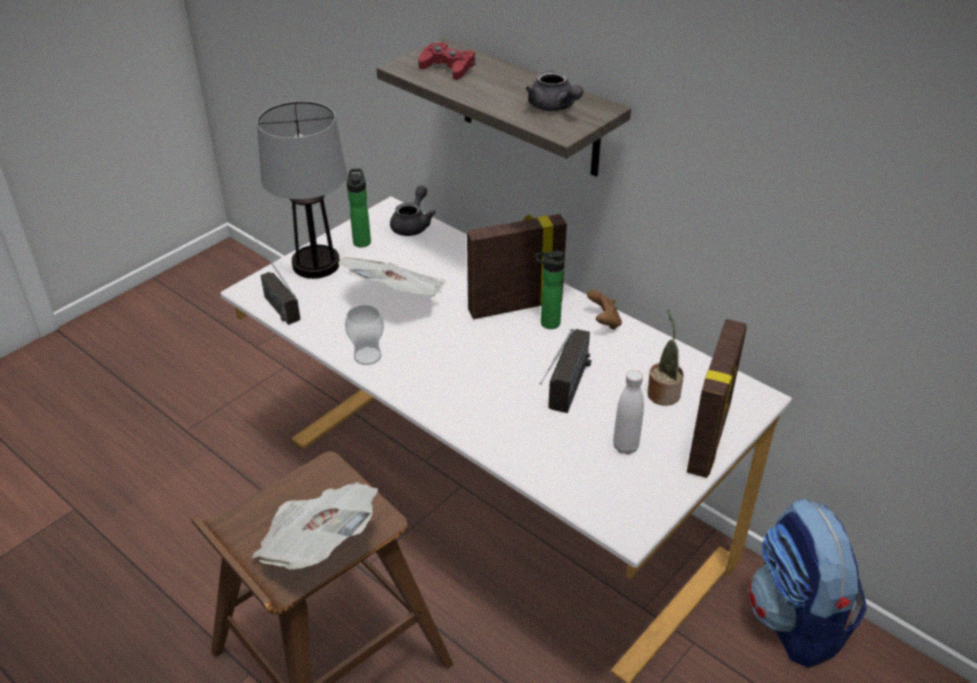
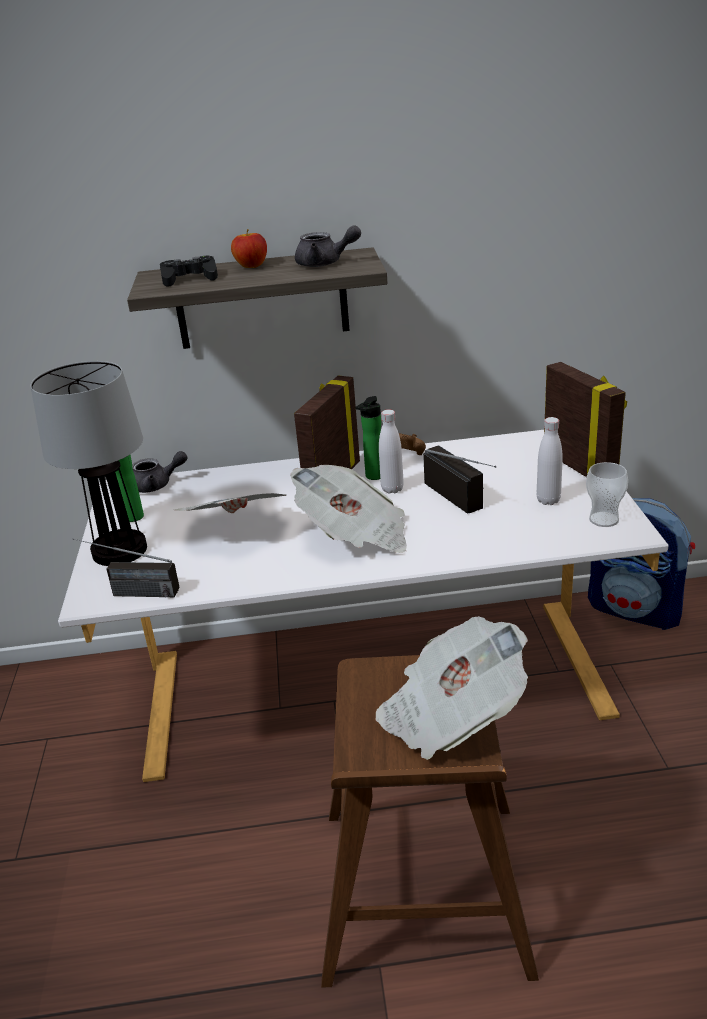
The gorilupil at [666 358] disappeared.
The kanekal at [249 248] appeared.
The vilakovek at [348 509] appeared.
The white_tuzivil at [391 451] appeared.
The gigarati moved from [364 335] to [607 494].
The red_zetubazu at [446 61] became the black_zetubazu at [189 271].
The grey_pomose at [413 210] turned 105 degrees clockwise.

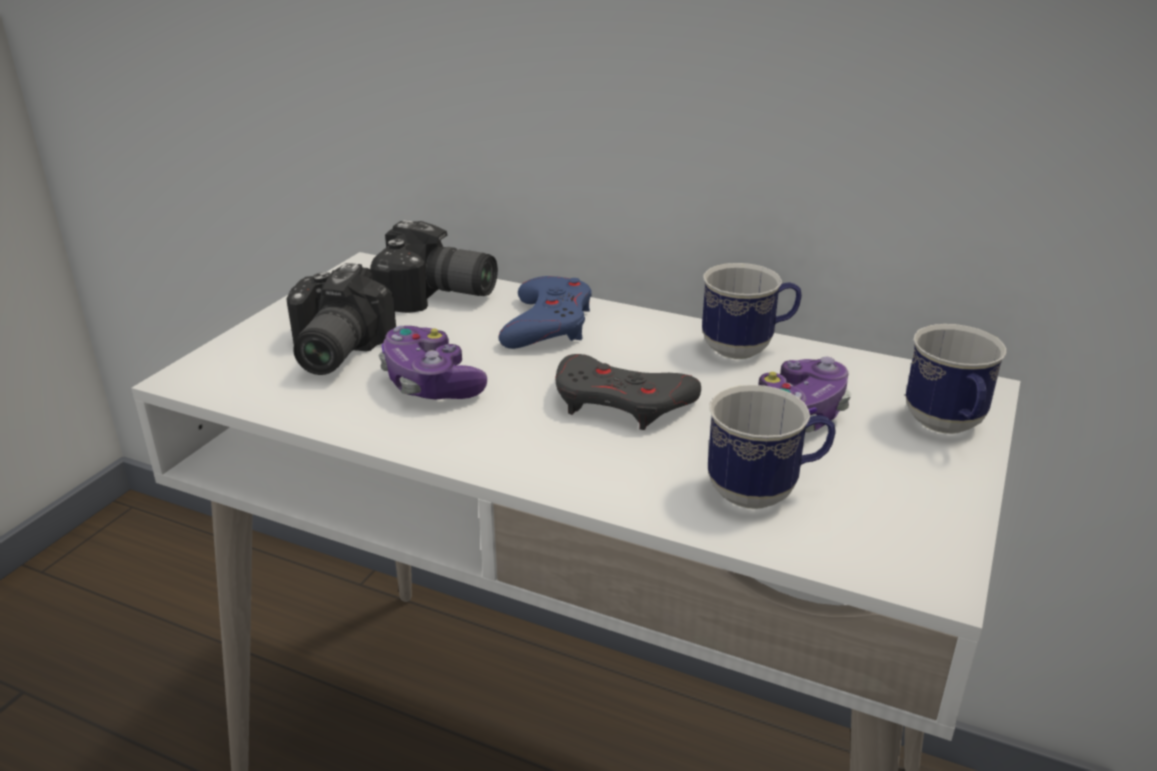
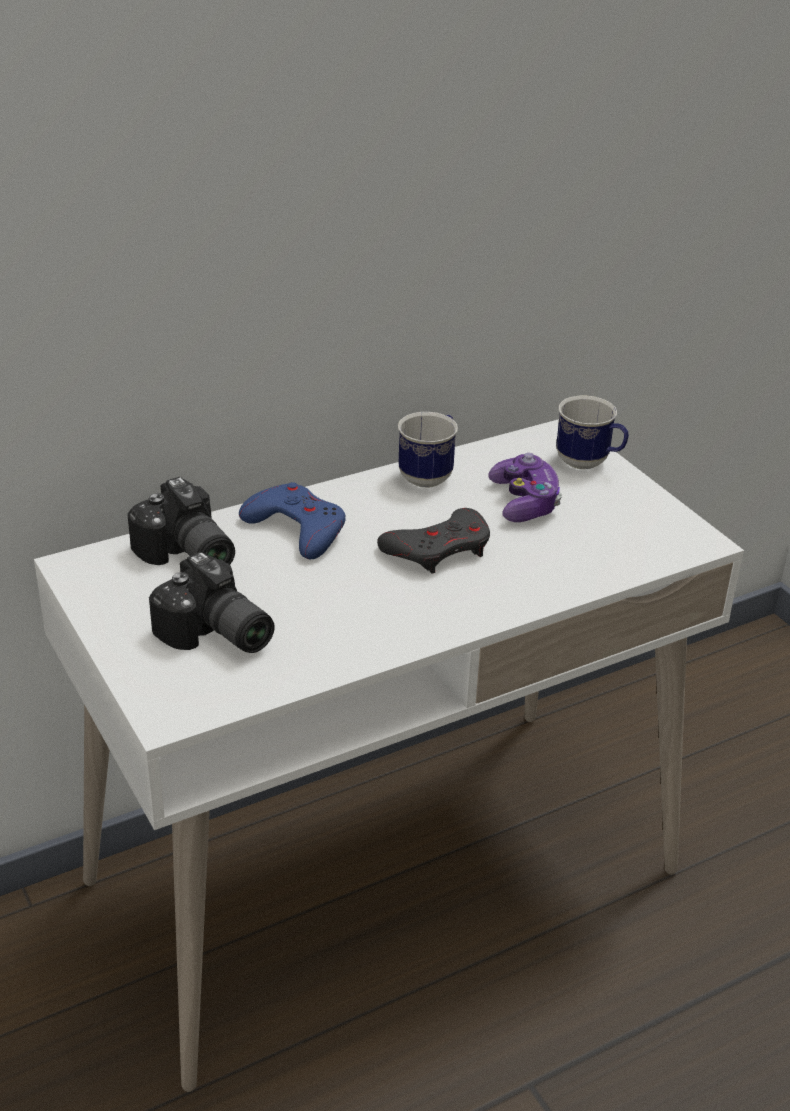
The zetubazu at [433 363] disappeared.
The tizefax at [772 447] disappeared.
The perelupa at [434 266] turned 90 degrees clockwise.

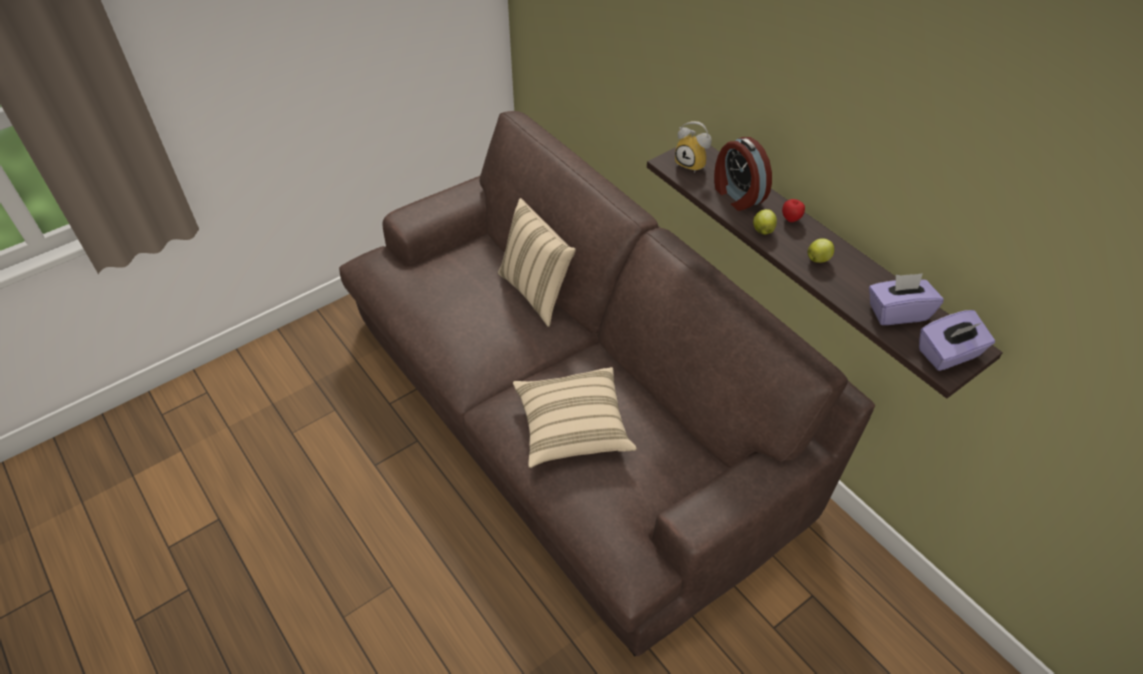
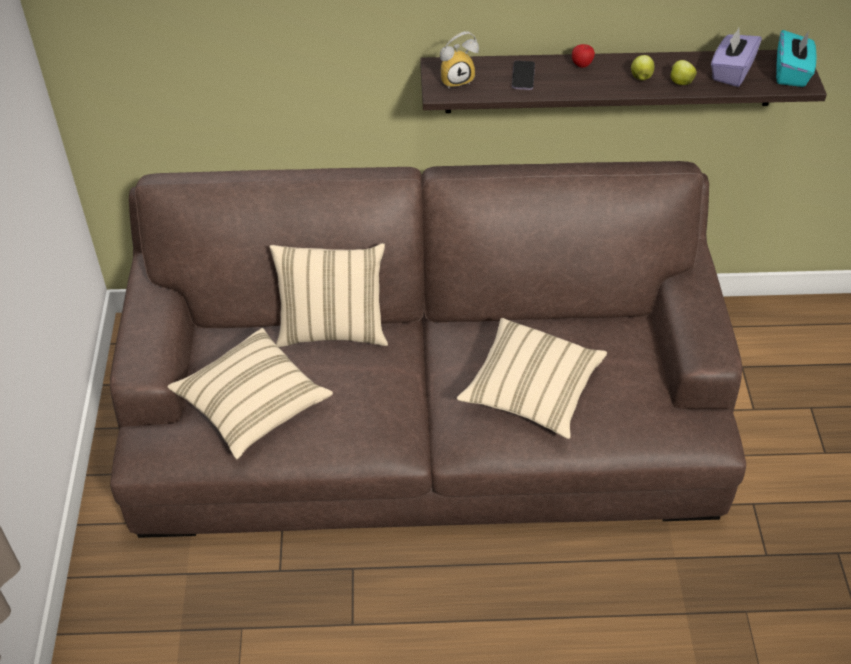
The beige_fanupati at [250 394] appeared.
The kanekal moved from [765 222] to [684 72].
The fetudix at [743 174] was replaced by the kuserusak at [523 75].
The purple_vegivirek at [957 340] became the turquoise_vegivirek at [796 58].

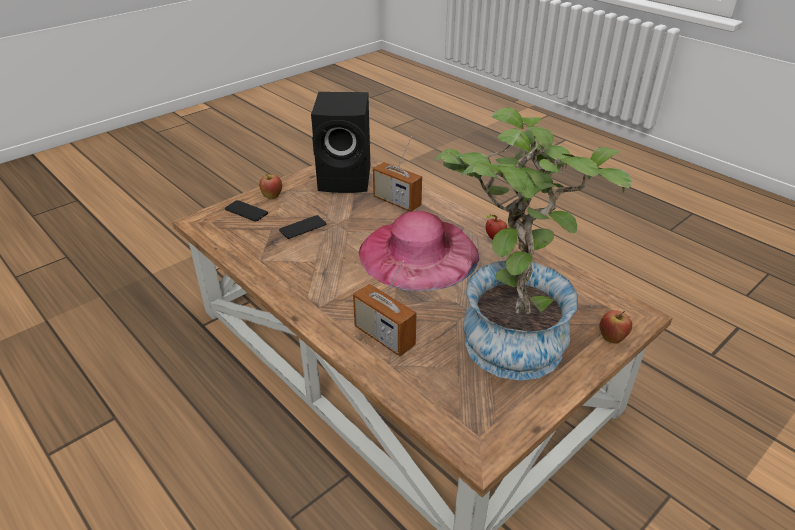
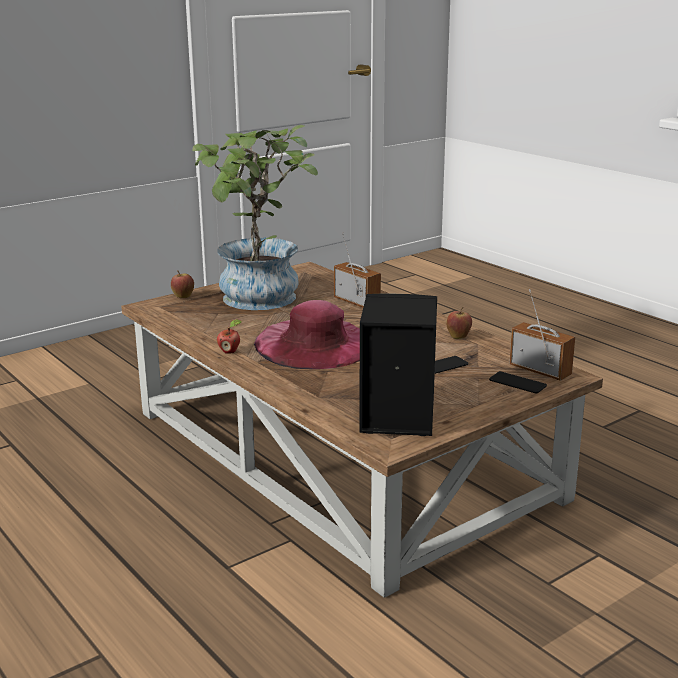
The kanekal moved from [270 186] to [459 323].
The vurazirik moved from [397 174] to [542 335].

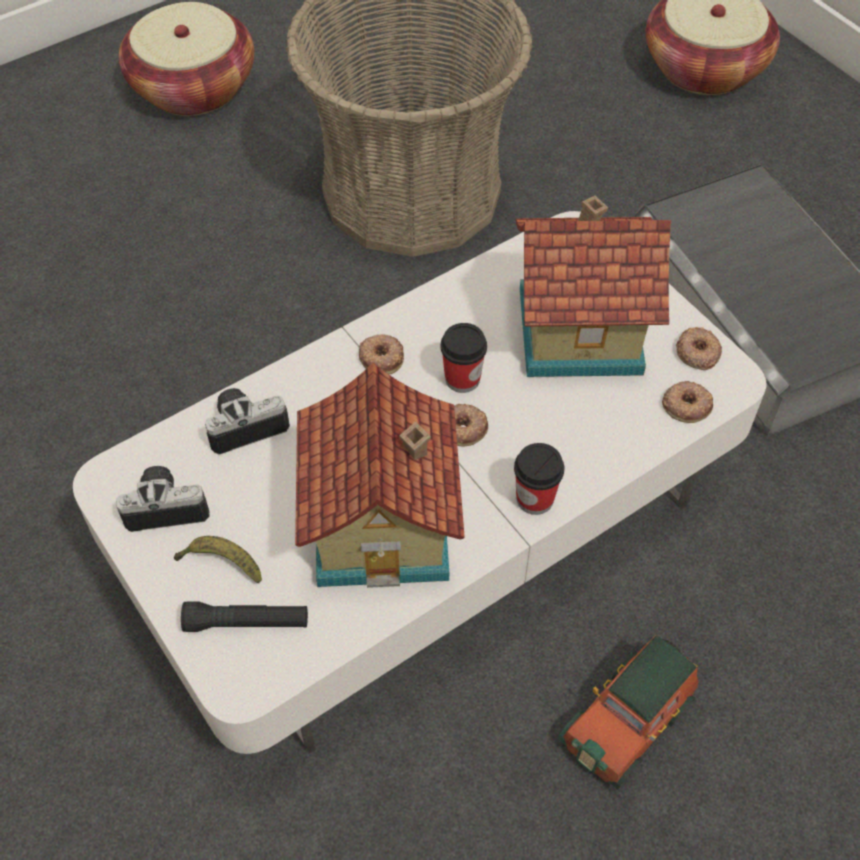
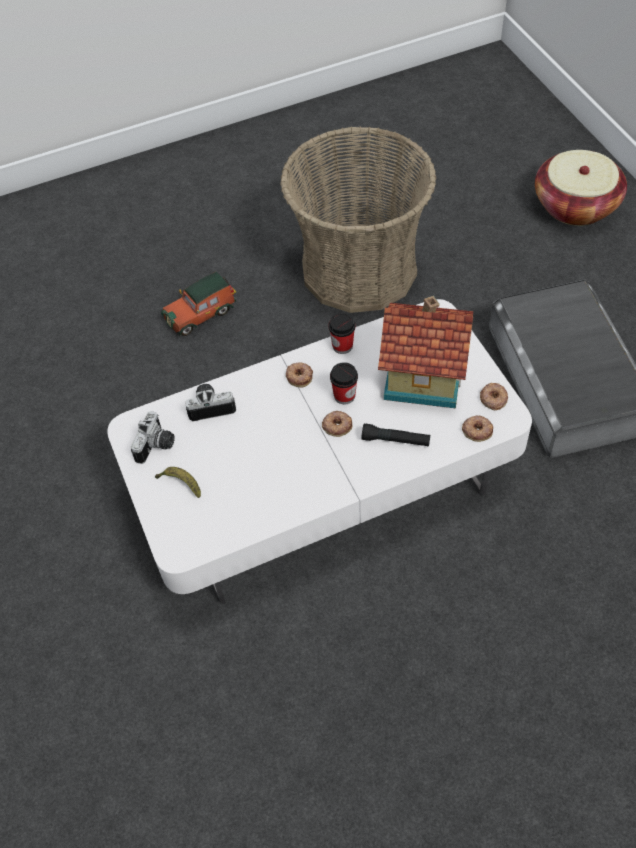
The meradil at [187 59] disappeared.
The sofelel at [380 475] disappeared.
The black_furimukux moved from [244 617] to [396 435].
The gigarati moved from [539 479] to [341 333].
The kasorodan moved from [628 712] to [198 304].
The perelupa at [163 499] turned 105 degrees clockwise.

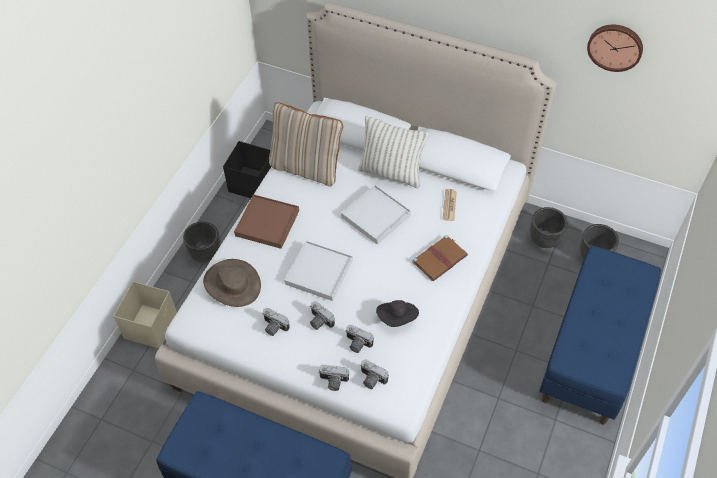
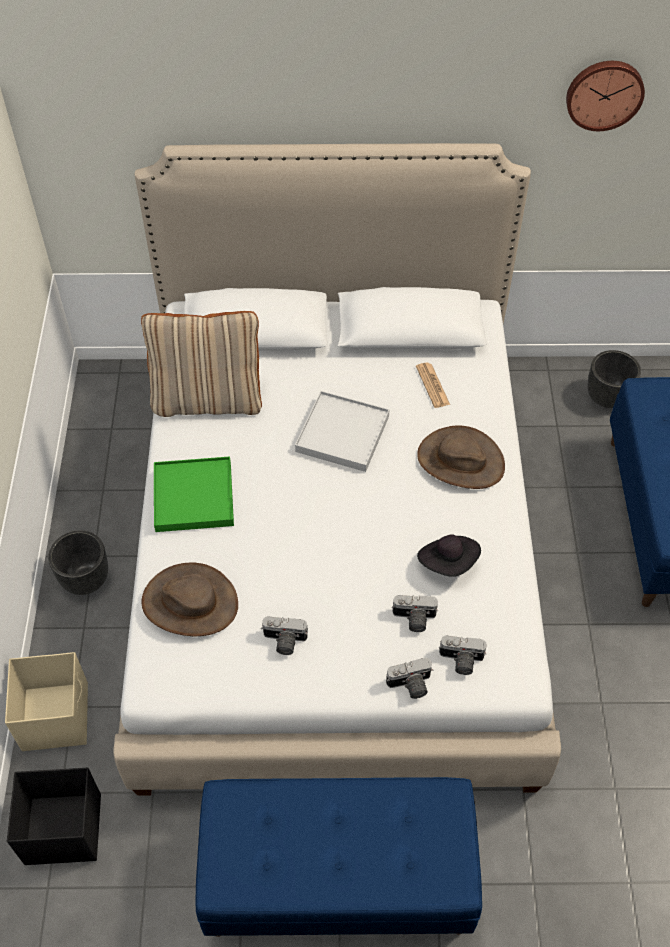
The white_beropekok at [318 271] disappeared.
The perelupa at [322 315] disappeared.
The fanupati at [393 152] disappeared.
The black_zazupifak at [548 227] disappeared.
The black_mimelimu moved from [247 169] to [54 816].
The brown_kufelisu at [440 258] was replaced by the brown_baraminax at [461 457].
The brown_beropekok at [266 221] became the green_beropekok at [194 494].

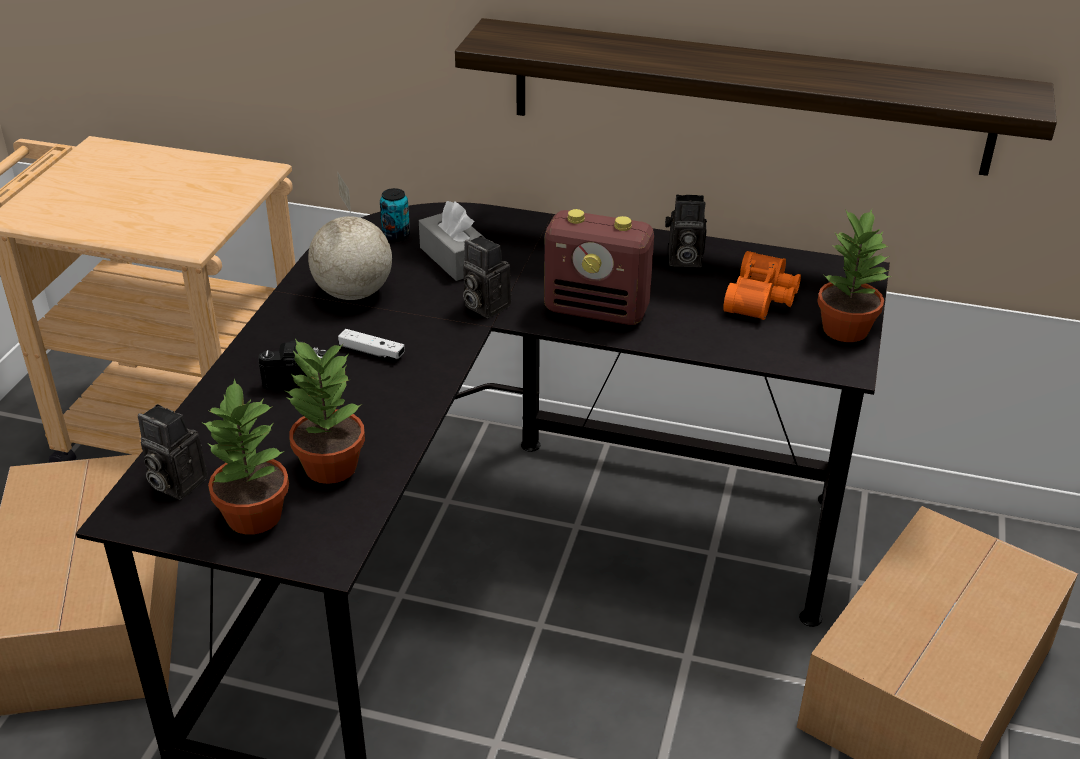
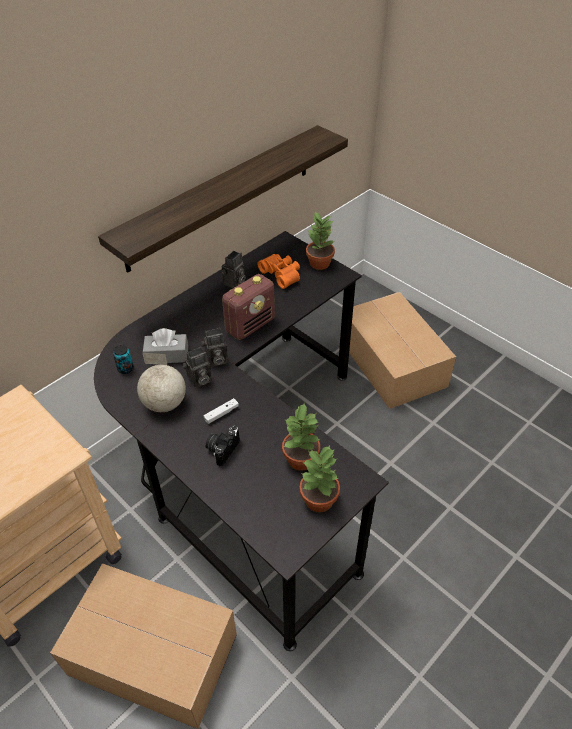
The perelupa moved from [173 452] to [197 367].

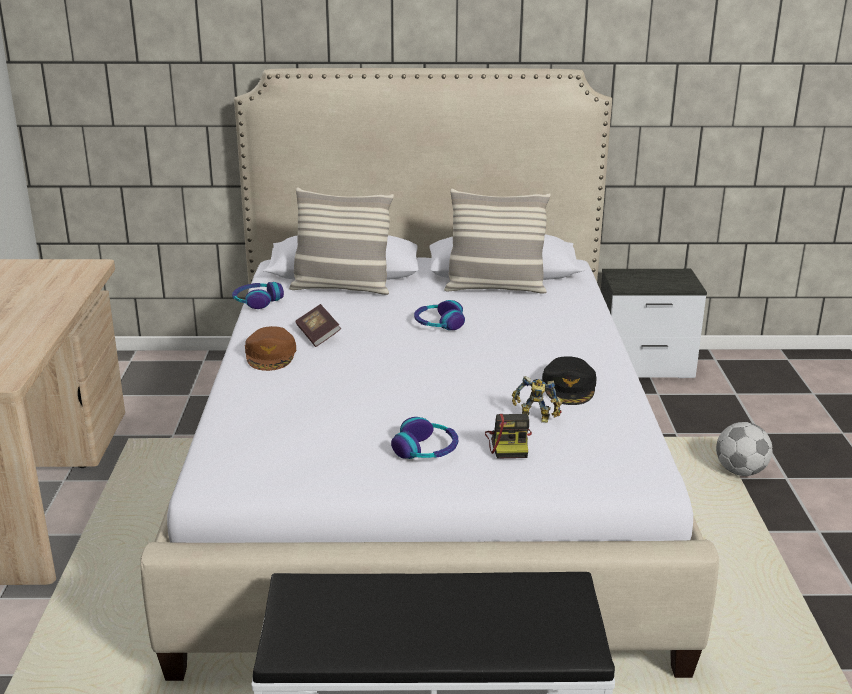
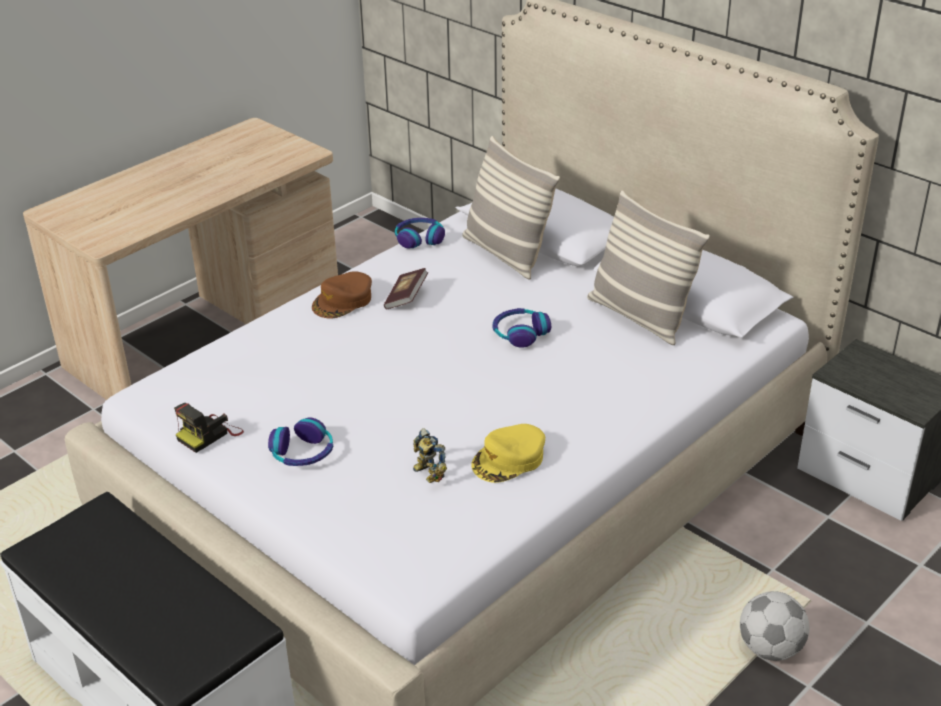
The perelupa moved from [508 436] to [209 428].
The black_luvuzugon at [569 380] became the yellow_luvuzugon at [508 453].

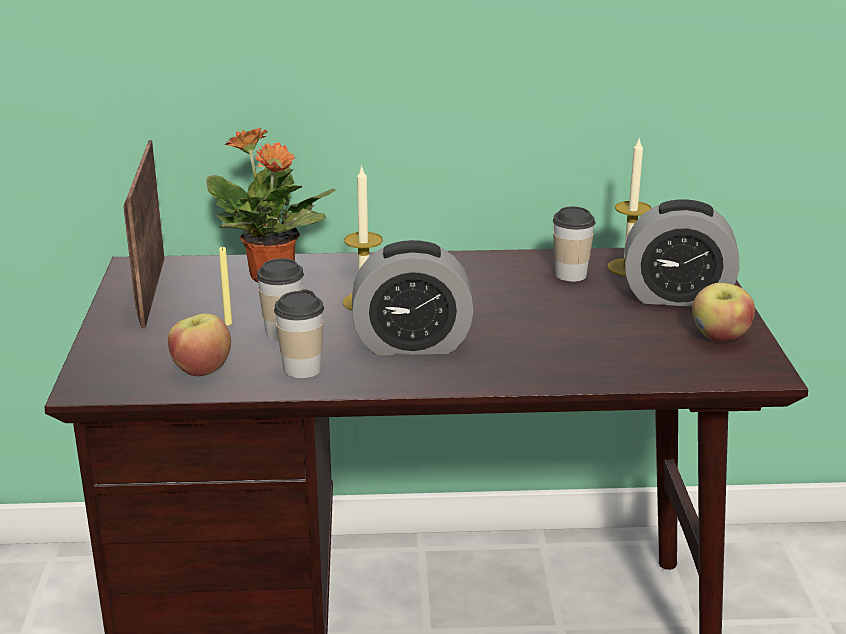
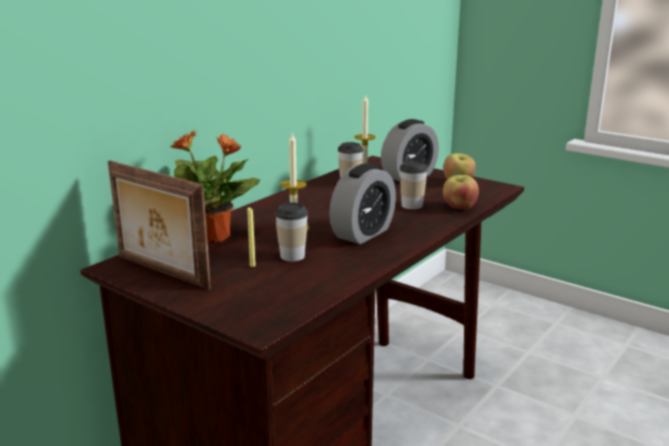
The kanekal moved from [199 345] to [461 192].
The gigarati moved from [299 333] to [414 184].

